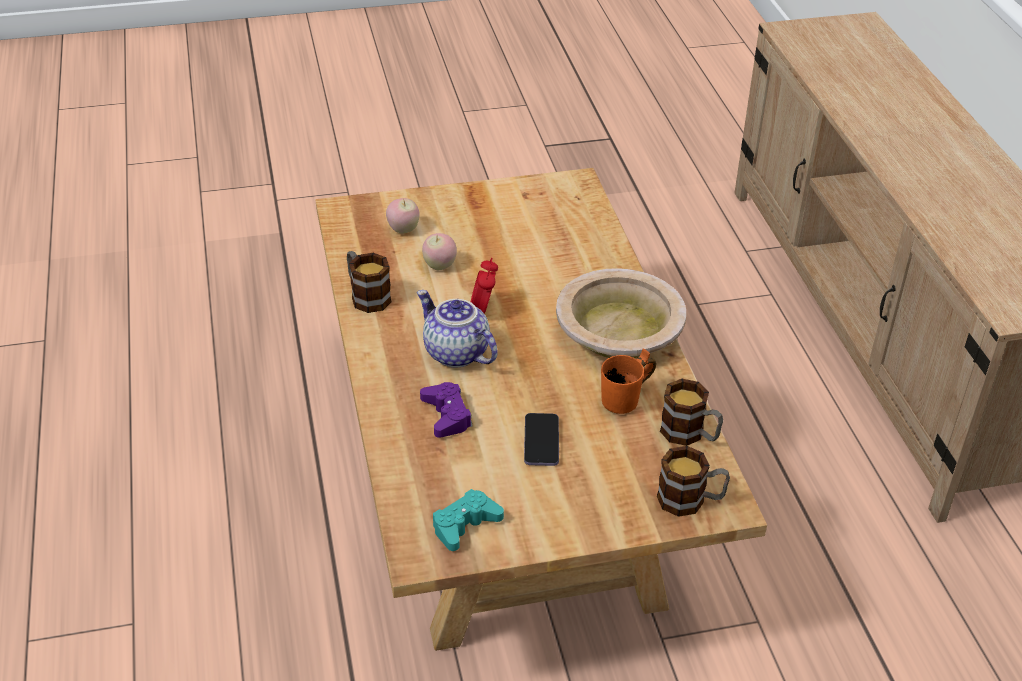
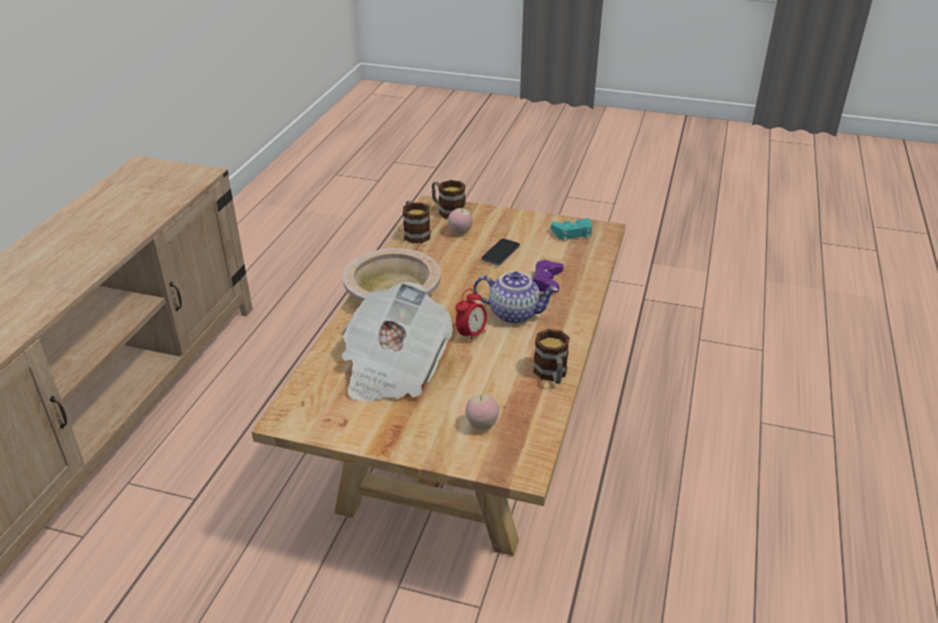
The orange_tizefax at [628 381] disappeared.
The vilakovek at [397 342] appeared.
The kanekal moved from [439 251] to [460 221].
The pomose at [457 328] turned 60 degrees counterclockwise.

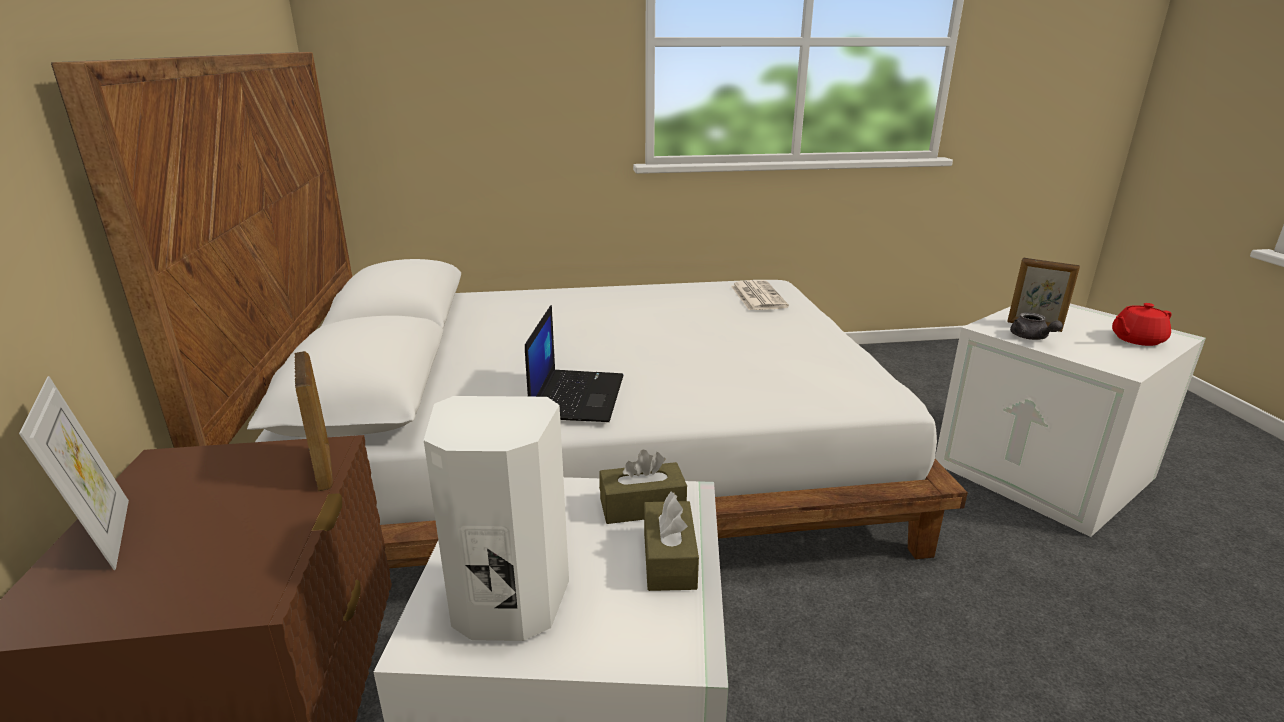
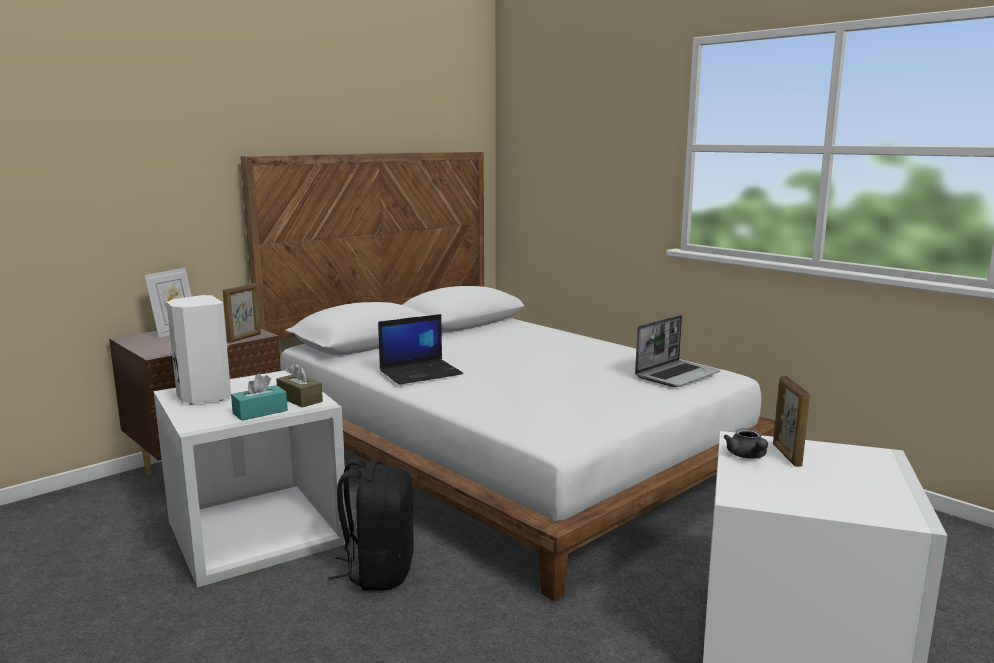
The red_pomose at [1142 324] disappeared.
The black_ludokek at [371 524] appeared.
The vilakovek at [760 295] was replaced by the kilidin at [677 351].
The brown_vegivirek at [671 541] became the turquoise_vegivirek at [259 397].
The grey_pomose at [1036 326] turned 45 degrees counterclockwise.

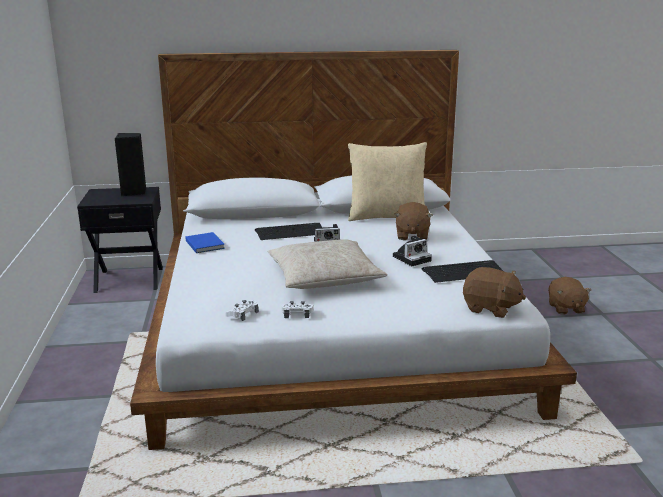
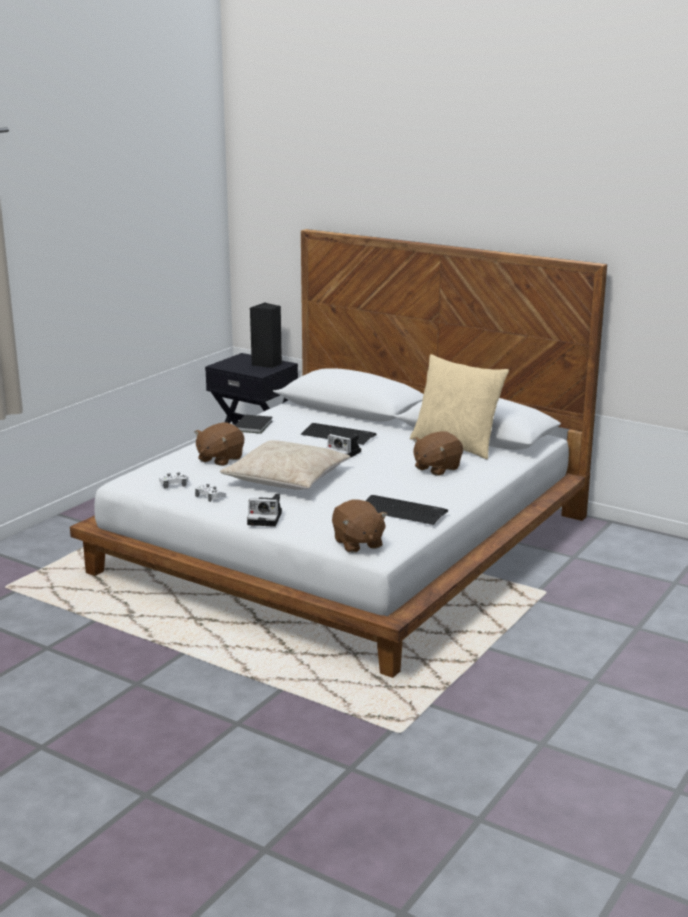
The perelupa moved from [412 251] to [264 510].
The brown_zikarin moved from [569 296] to [219 444].
The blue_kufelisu at [205 242] became the black_kufelisu at [253 424].

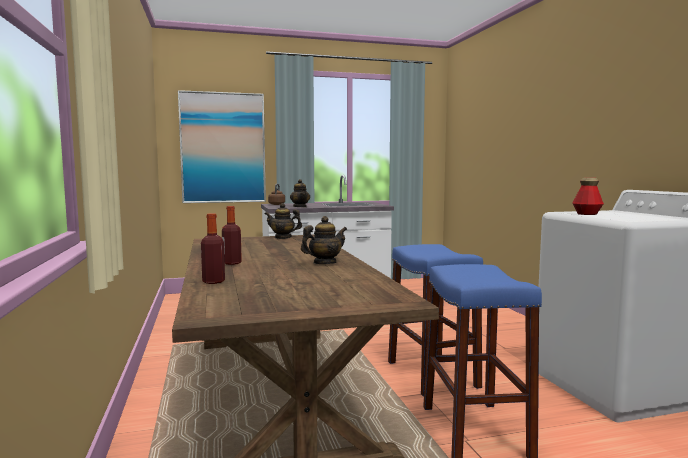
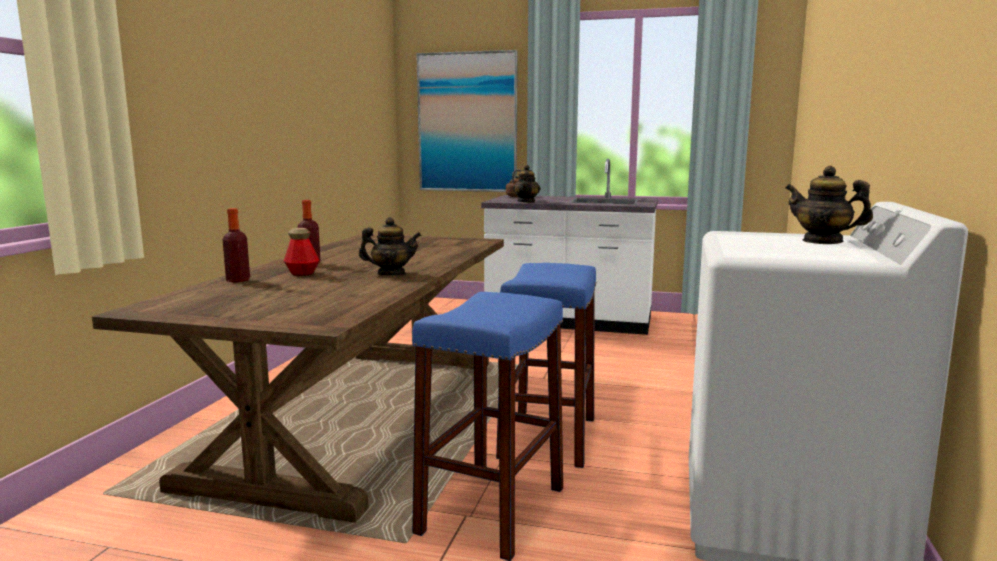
The pomose moved from [283 221] to [829 205].
The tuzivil moved from [588 196] to [302 252].

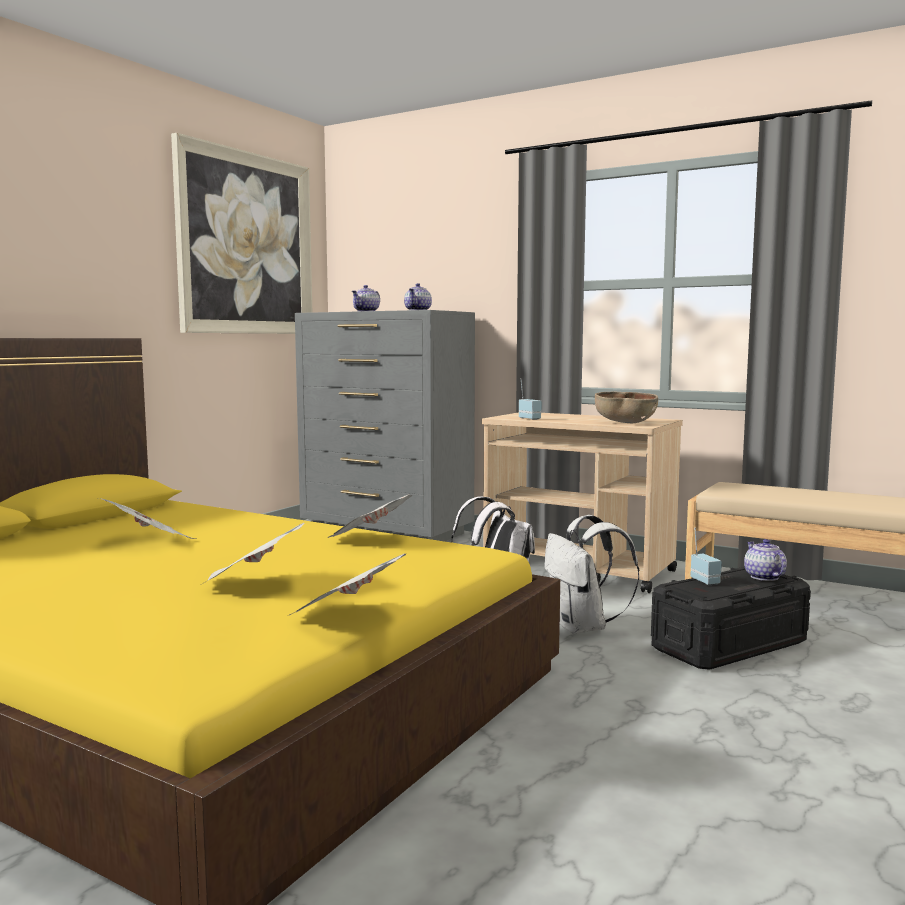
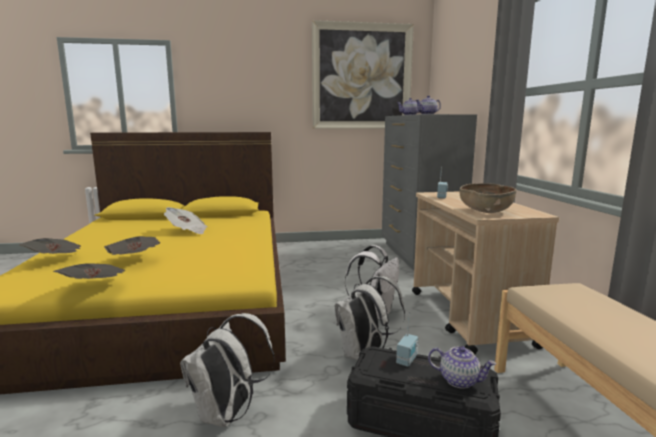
The white_ludokek at [227 370] appeared.
The vilakovek moved from [369 516] to [50 246].
The pomose at [765 560] turned 75 degrees clockwise.

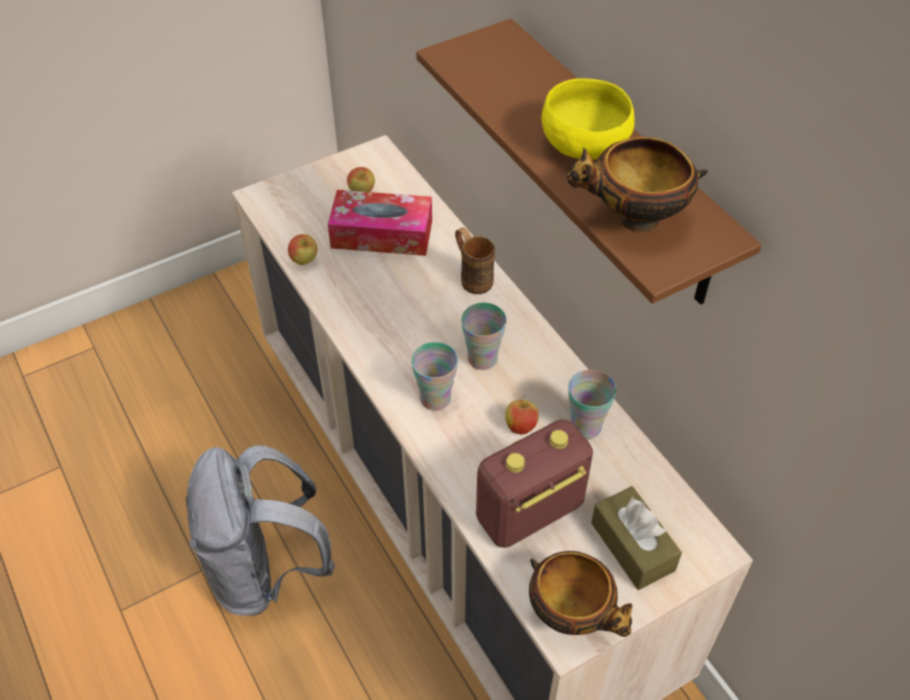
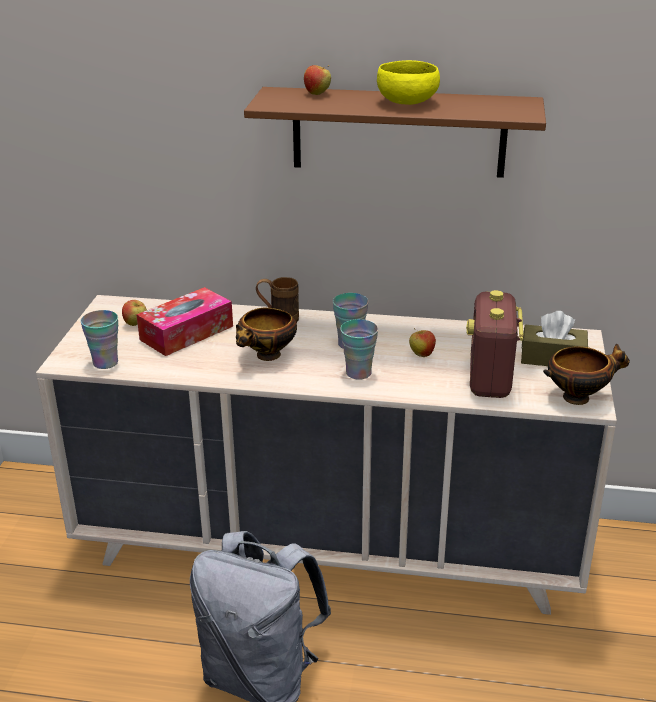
The kanekal moved from [302 249] to [317 80].
The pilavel moved from [637 184] to [266 334].
The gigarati moved from [592 404] to [99 339].

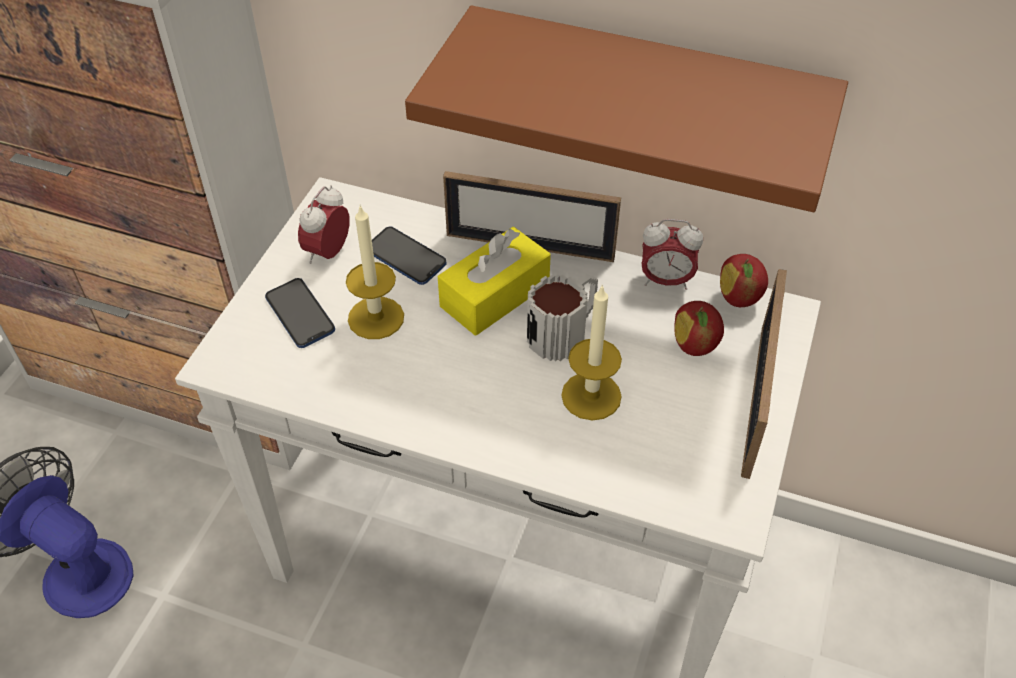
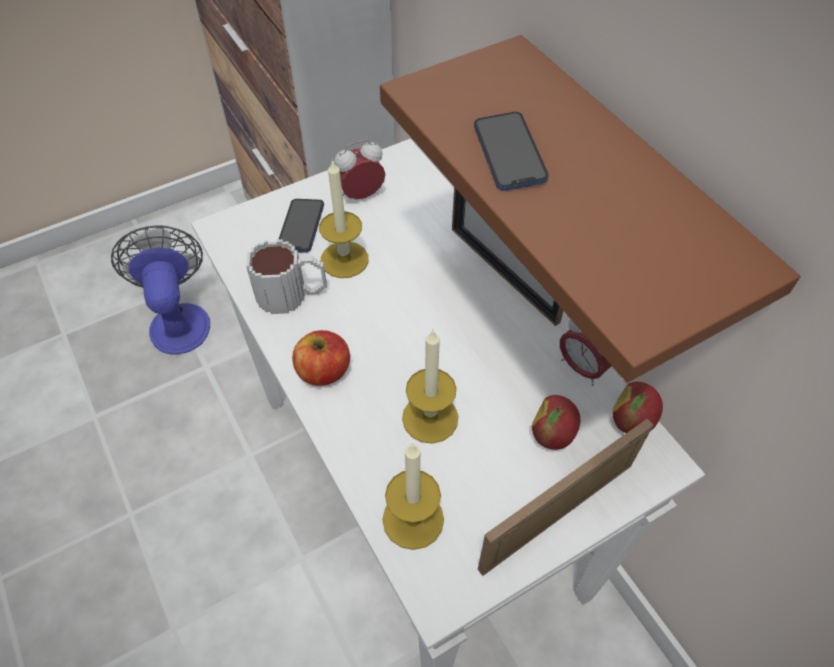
The yellow_vegivirek at [494 281] disappeared.
The kanekal at [321 358] appeared.
The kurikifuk at [413 496] appeared.
The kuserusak moved from [409 255] to [511 151].
The tizefax moved from [562 317] to [286 276].

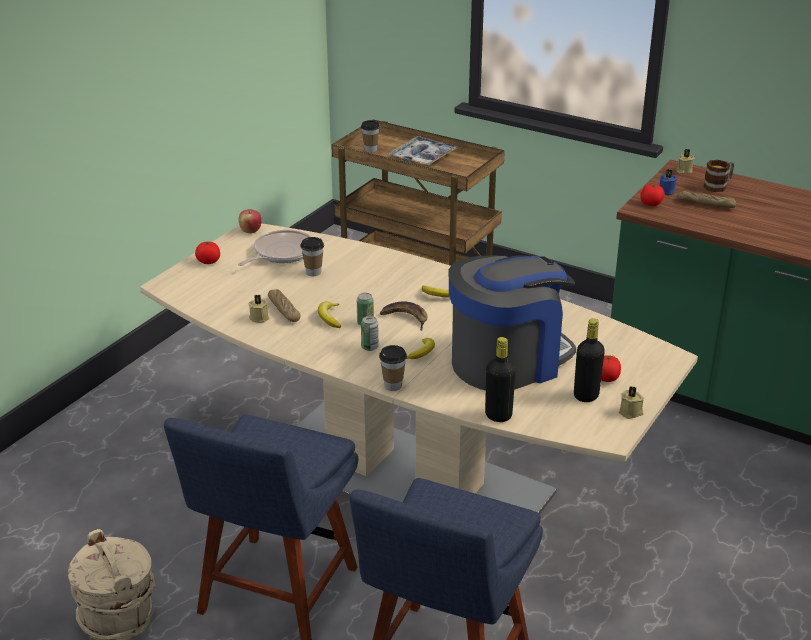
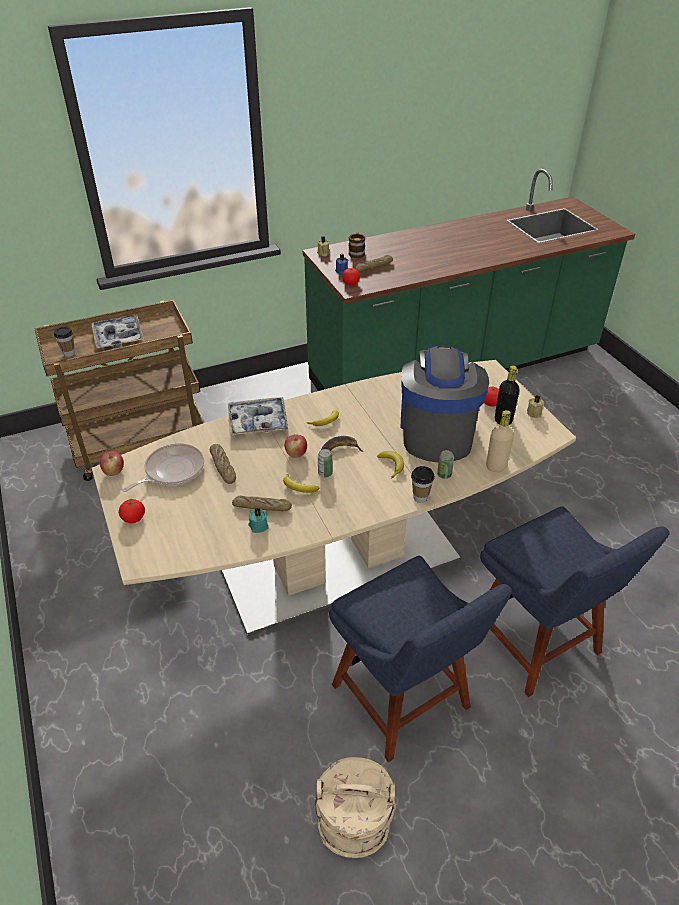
The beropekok at [258 416] appeared.
The kanekal at [296 446] appeared.
The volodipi moved from [370 333] to [445 464].
The gigarati at [312 256] was replaced by the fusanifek at [223 464].
The beige_kurikifuk at [259 308] became the turquoise_kurikifuk at [258 520].
The black_tuzivil at [500 379] became the beige_tuzivil at [500 441].
The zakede at [274 248] turned 60 degrees clockwise.

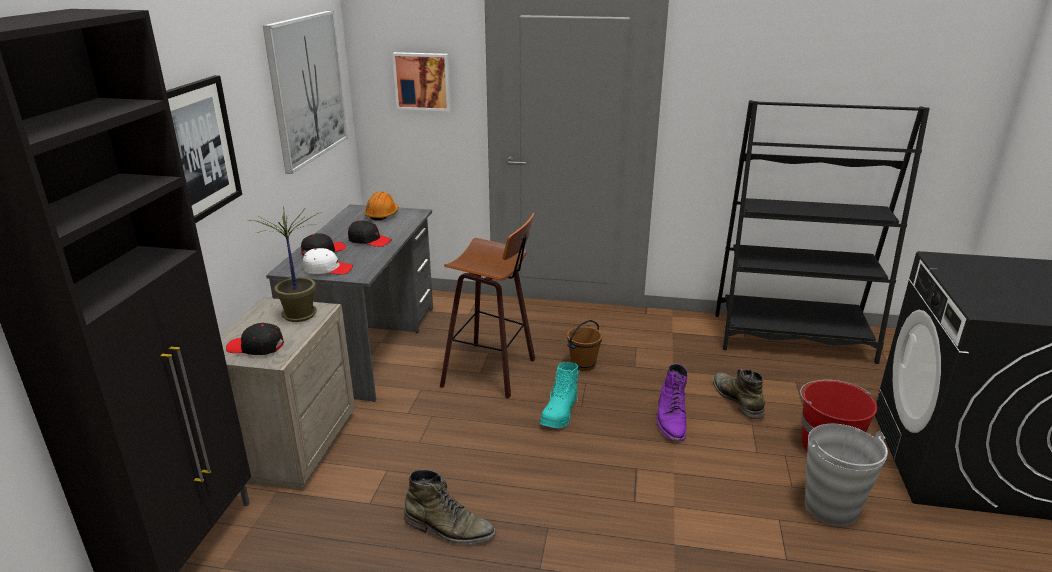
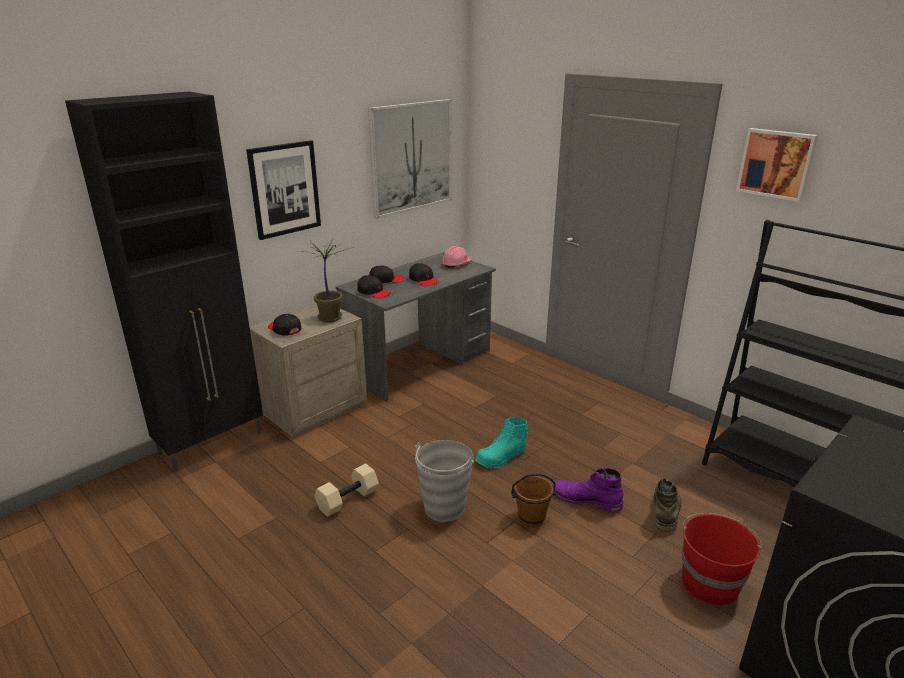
The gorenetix at [487 306] disappeared.
The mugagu moved from [421 81] to [777 165].
The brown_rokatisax moved from [584 345] to [533 500].
The grey_rokatisax moved from [846 475] to [444 481].
The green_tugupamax at [450 506] was replaced by the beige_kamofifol at [347 490].
The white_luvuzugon at [328 261] became the black_luvuzugon at [374 287].
The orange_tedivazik at [381 206] became the pink_tedivazik at [456 257].
The purple_tugupamax at [672 402] turned 75 degrees clockwise.

